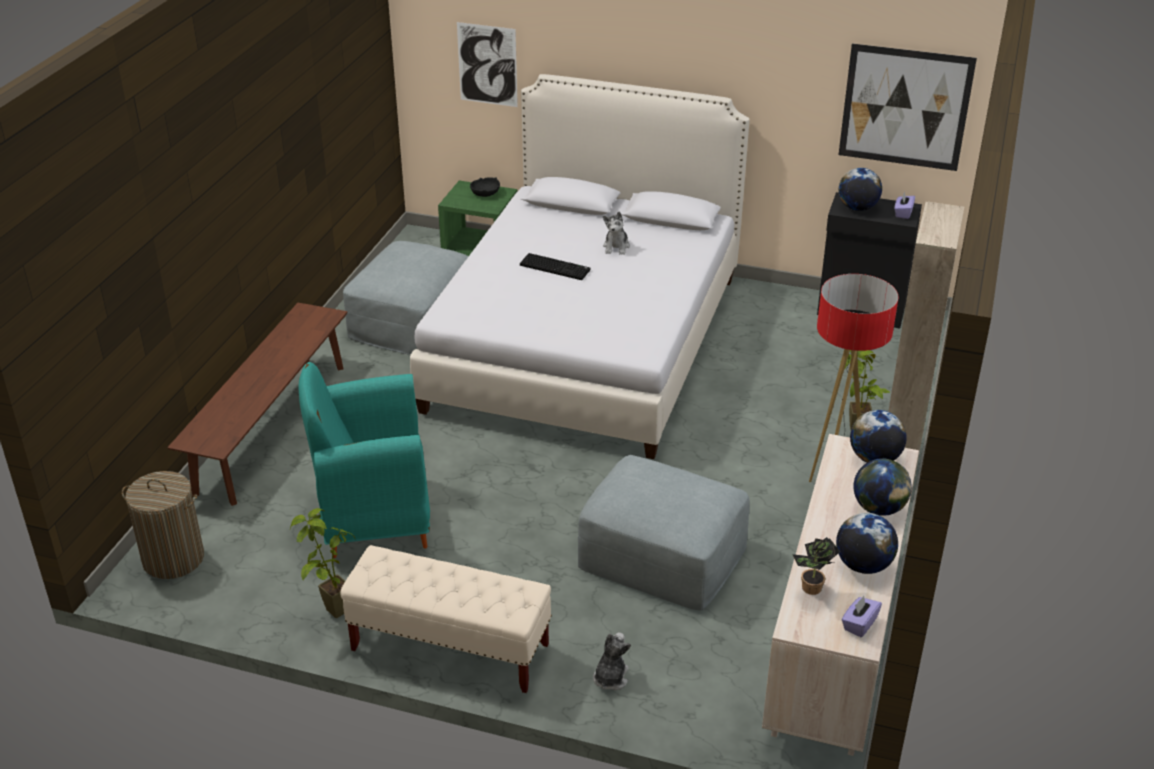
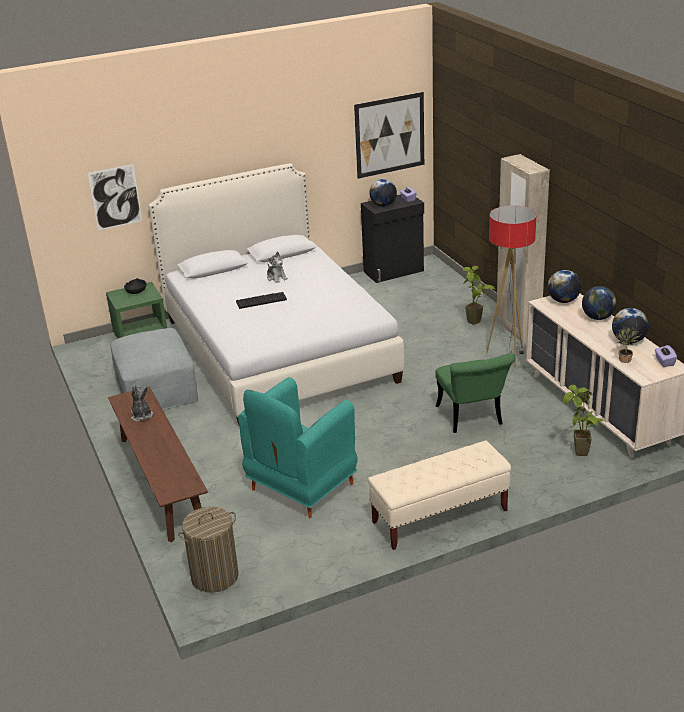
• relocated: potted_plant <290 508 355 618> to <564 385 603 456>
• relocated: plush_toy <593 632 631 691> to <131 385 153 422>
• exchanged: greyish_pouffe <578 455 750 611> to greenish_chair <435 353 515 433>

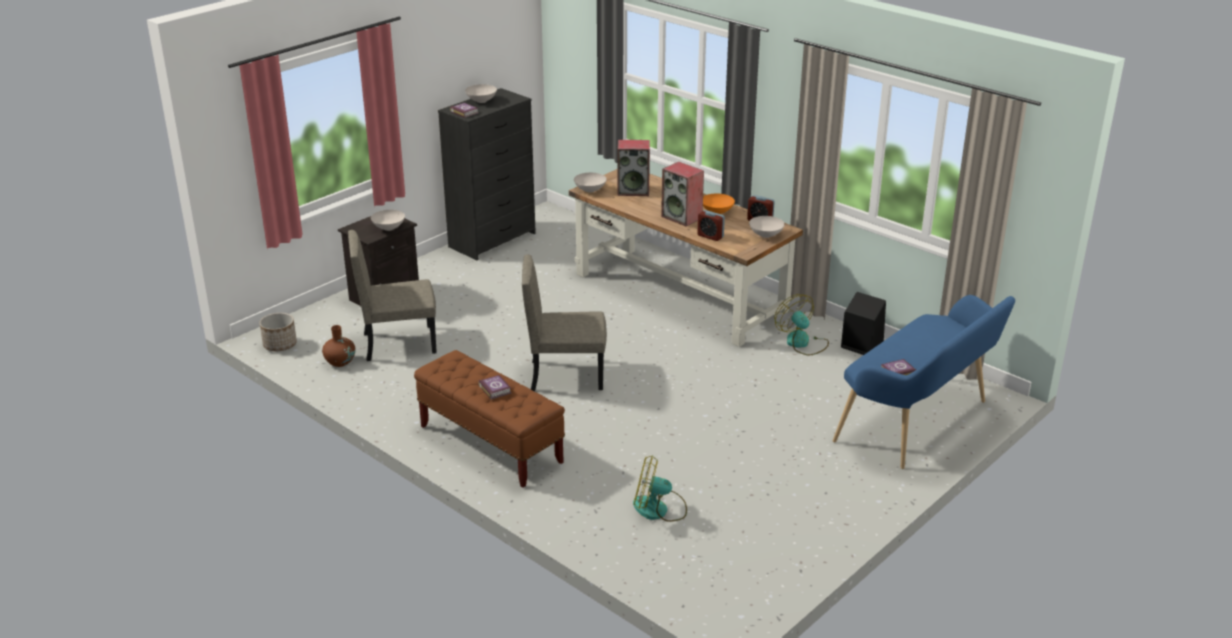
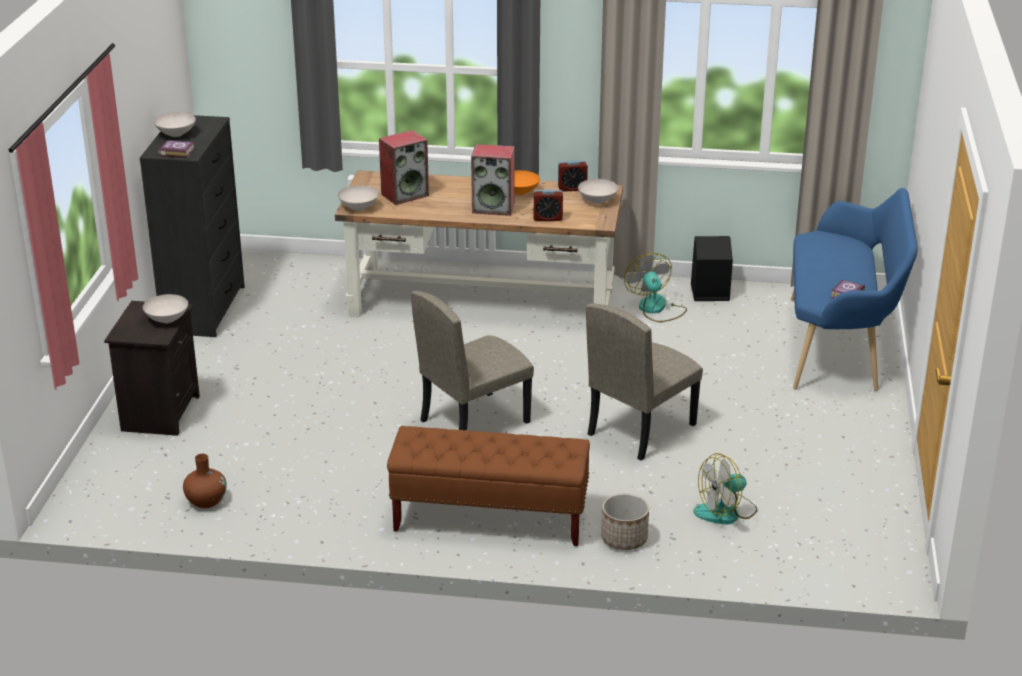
• missing: volume <479 375 511 399>
• relocated: plant_pot <259 313 297 351> to <601 494 649 550>
• relocated: sand-coloured_chair <348 230 437 361> to <586 303 703 461>
• spun: electric_fan <774 294 829 355> = <624 253 687 322> 45 degrees clockwise

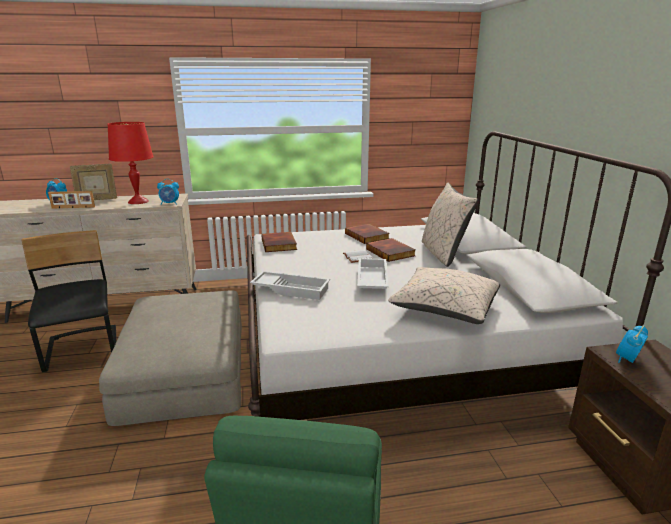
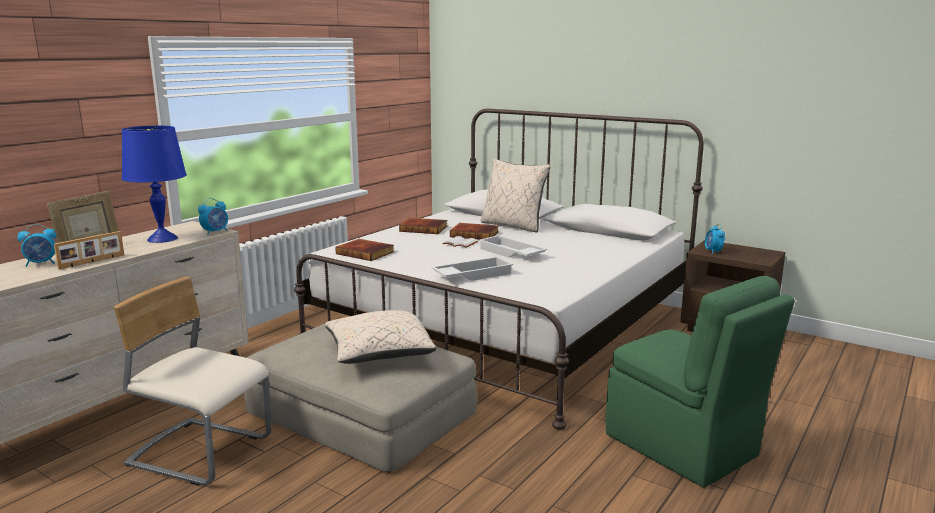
• relocated: sand-coloured_throw_pillow <388 267 500 324> to <325 310 436 364>
• colour: black-coloured_chair <22 230 117 372> to sand-coloured_chair <114 277 271 486>
• colour: red-coloured_tabletop_lamp <107 122 154 204> to blue-coloured_tabletop_lamp <122 126 187 243>

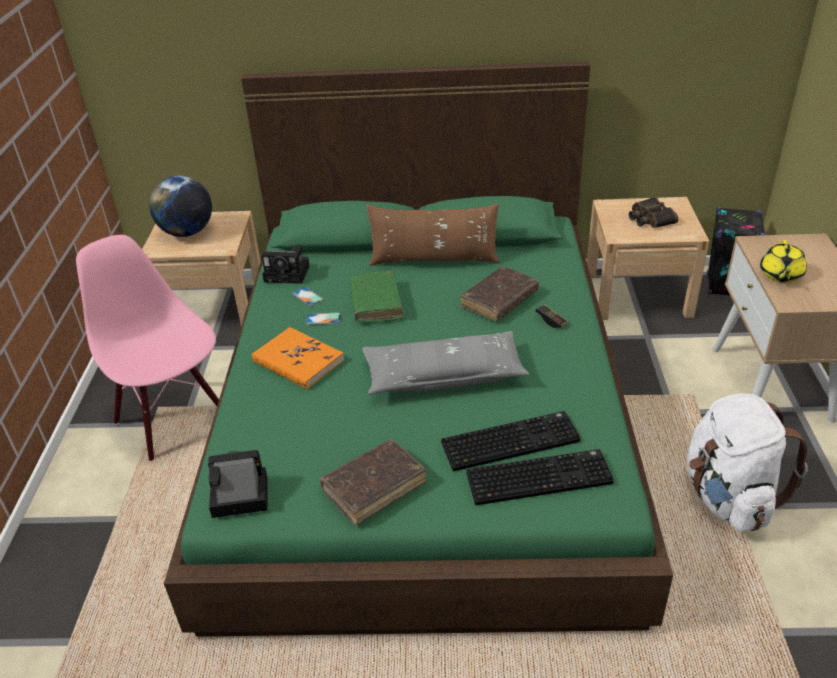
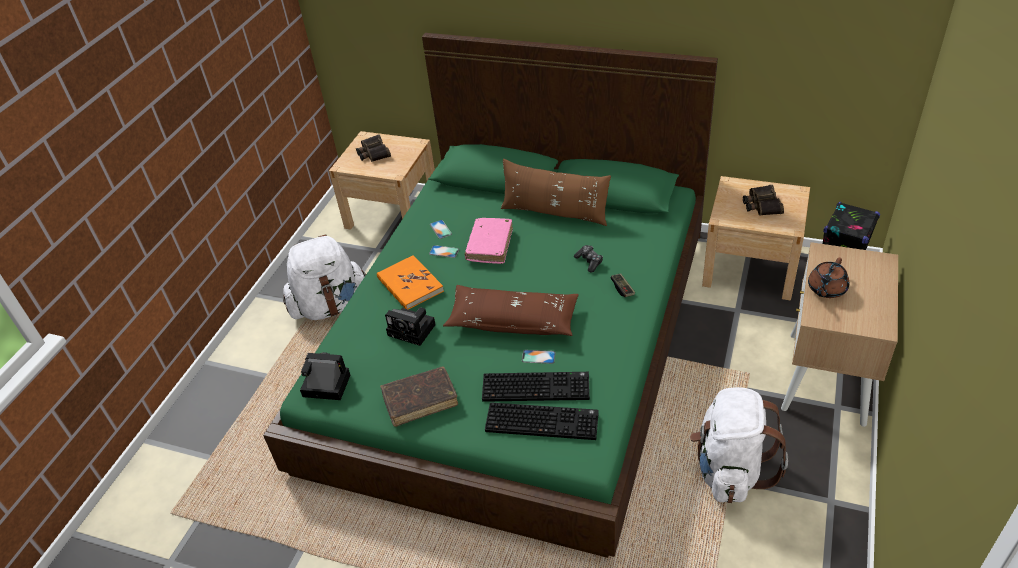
• appeared: telephone <522 350 556 364>
• relocated: still_camera <262 245 310 284> to <385 307 436 346>
• exchanged: pink-coloured_chair <76 235 219 461> to white_backpack <283 234 366 320>
• exchanged: world_globe <149 176 212 237> to binoculars <356 135 391 162>
• exchanged: brown-coloured_volume <461 266 539 321> to joypad <574 245 603 272>
• colour: greenish_volume <349 270 403 322> to pink-coloured_volume <465 218 513 264>
• colour: greyish_throw_pillow <362 331 530 395> to brown-coloured_throw_pillow <443 285 579 336>
• colour: yellow_pot_for_tea <760 240 807 283> to brown-coloured_pot_for_tea <808 258 849 298>

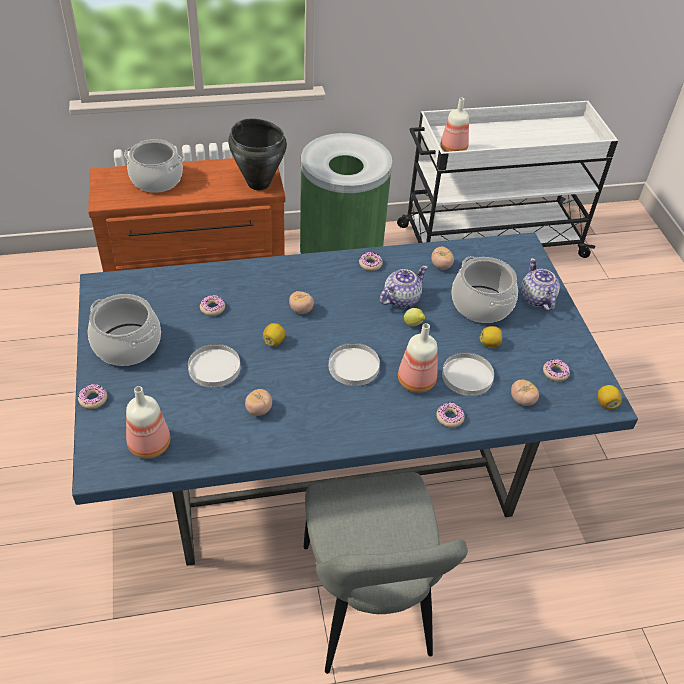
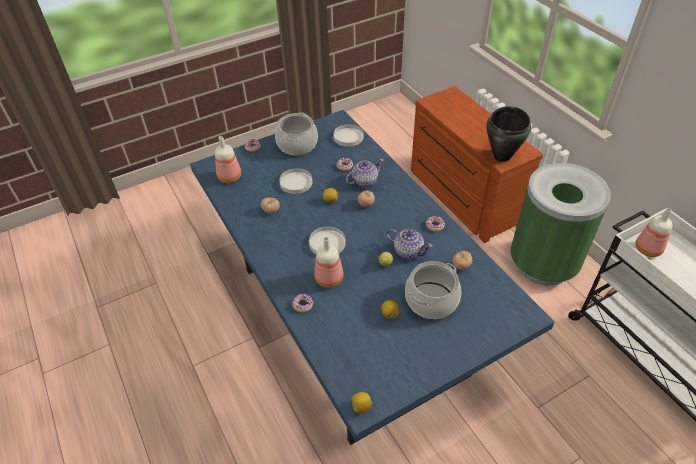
• missing: stockpot <124 139 183 193>
• missing: greyish_chair <304 472 468 674>
• missing: tomato <511 380 539 406>
• missing: doughnut <543 359 570 381>
• relocated: white_flat_dish <442 352 494 396> to <333 124 364 147>
• relocated: pot_for_tea <521 258 560 311> to <346 159 384 188>

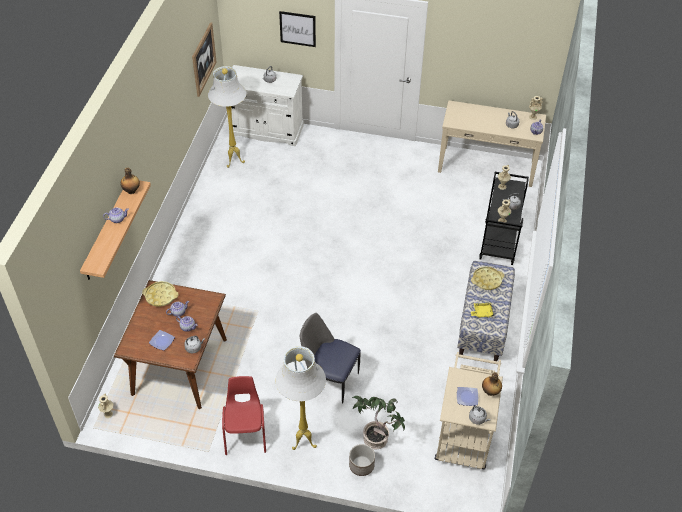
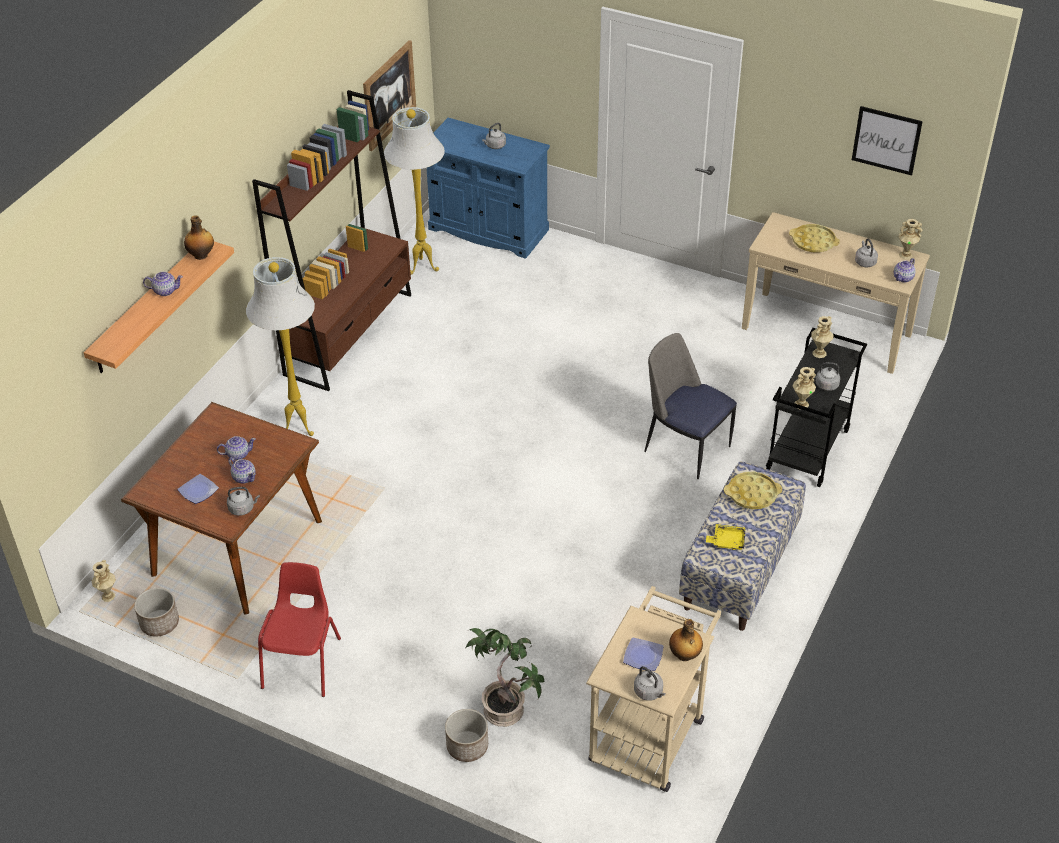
• appeared: plant_pot <134 588 179 637>
• appeared: brown-coloured_bookcase <252 90 411 391>
• relocated: yellow_serving_tray <142 281 179 307> to <789 224 840 252>
• relocated: white_standing_lamp <276 346 326 450> to <246 257 315 436>
• relocated: wall_art <279 11 316 47> to <852 106 923 176>
• relocated: chair <300 313 361 404> to <644 333 737 479>
• colour: white_cabinet <231 65 304 146> to blue-coloured_cabinet <427 118 550 259>

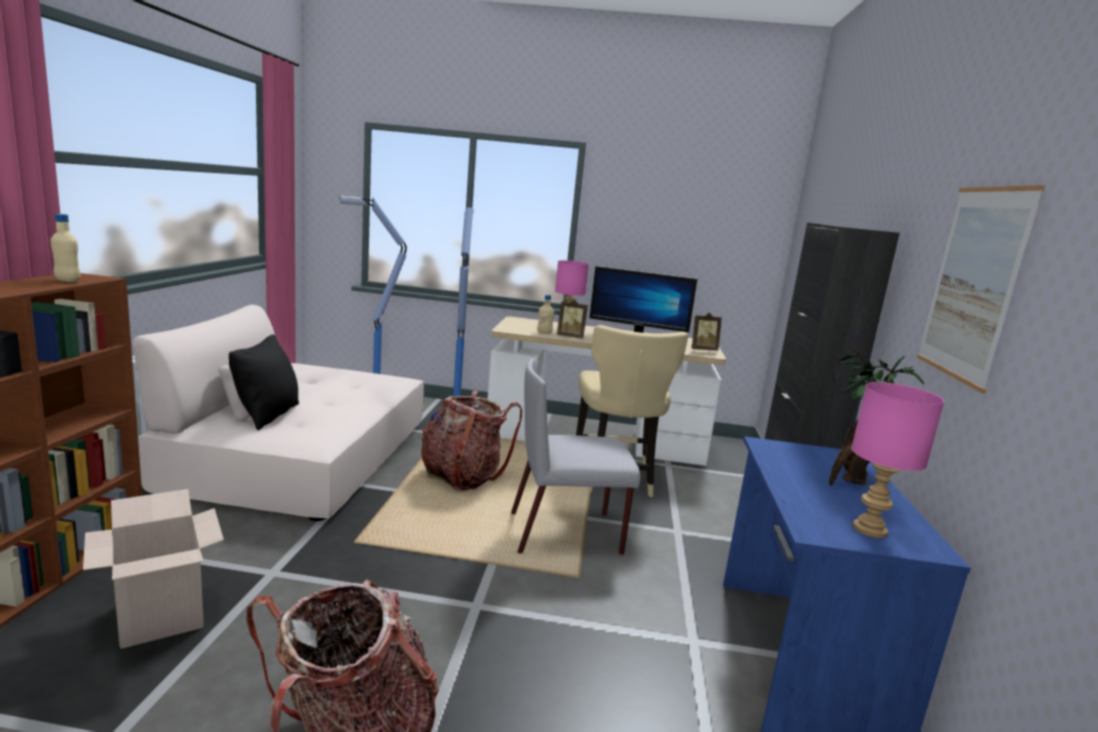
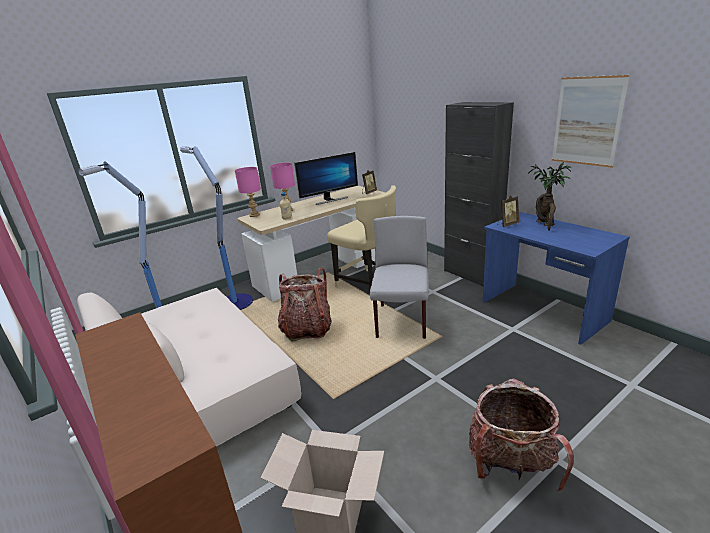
• missing: sand-coloured_bottle <51 214 81 282>
• missing: black-coloured_throw_pillow <229 334 299 430>
• relocated: standing_frame <557 299 588 339> to <497 196 519 227>
• relocated: pink-coloured_tabletop_lamp <851 382 944 538> to <235 167 261 217>
• spun: greyish_chair <511 358 640 555> = <370 216 429 339> 150 degrees clockwise

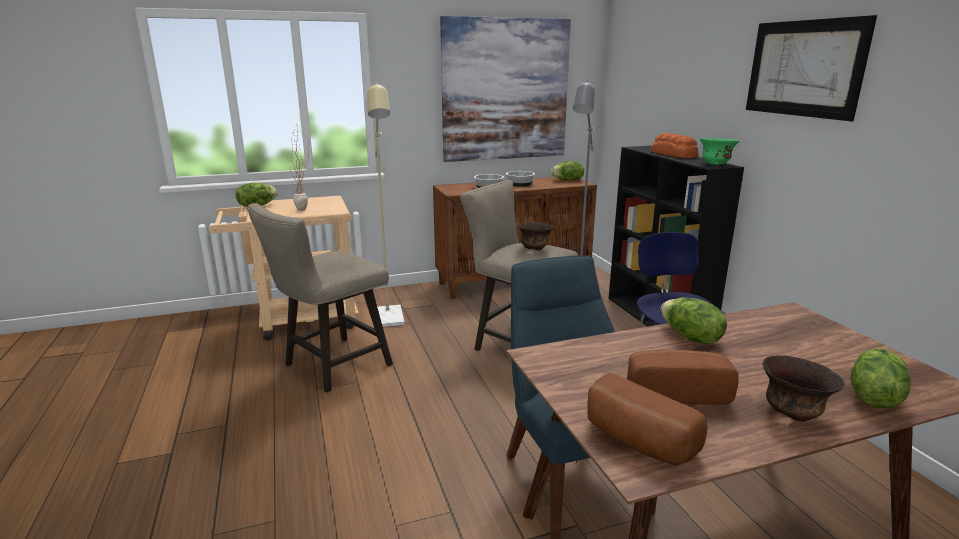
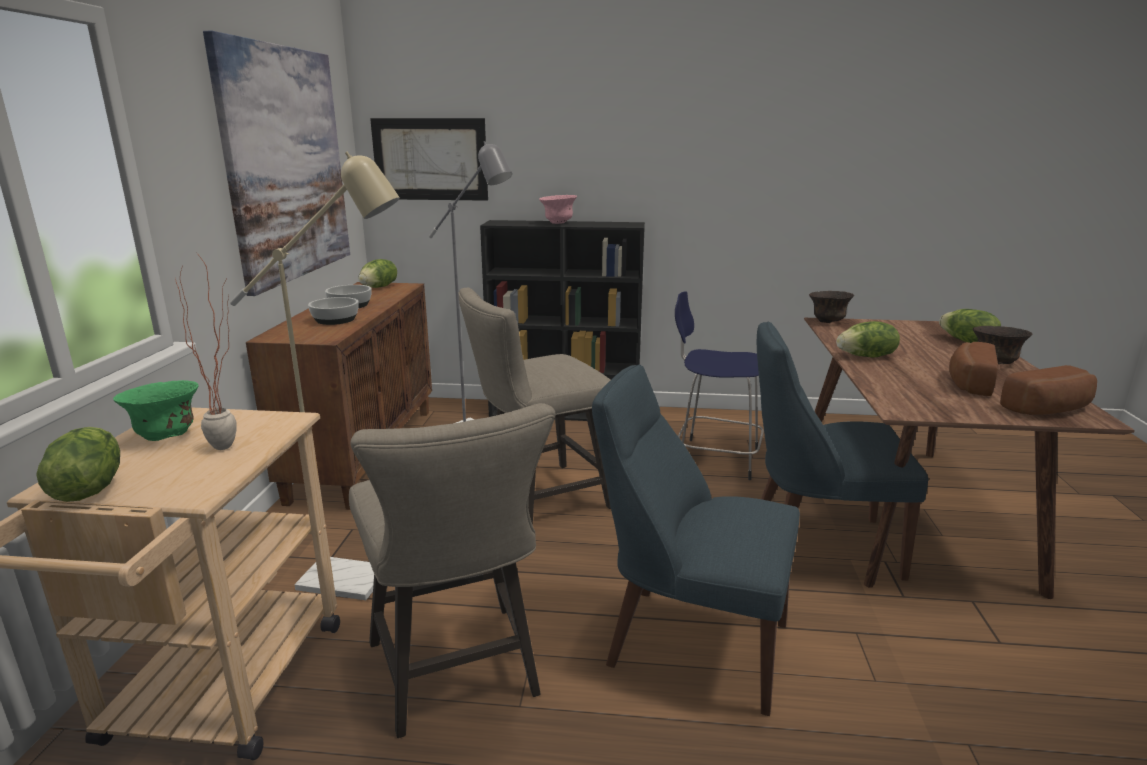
• appeared: blue-coloured_chair <592 365 800 716>
• relocated: brown-coloured_deep_dish <518 222 554 250> to <809 291 854 323>
• relocated: greenish_deep_dish <700 138 739 165> to <113 380 198 441>
• relocated: wall_art <746 15 877 121> to <370 118 488 201>
• exchanged: bakery_bread <651 133 698 158> to pink-coloured_deep_dish <539 195 577 224>

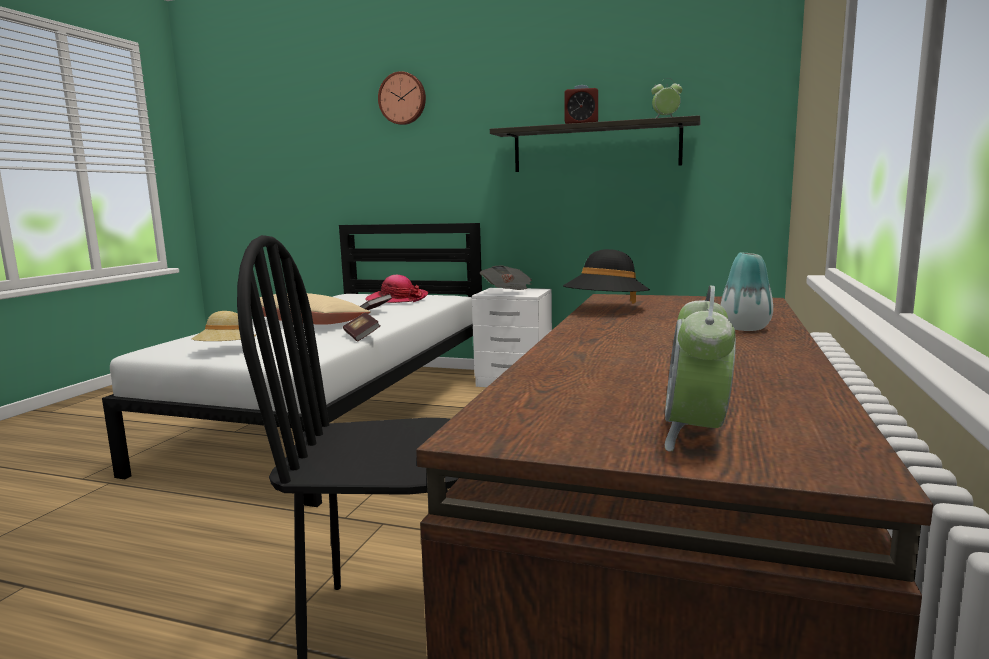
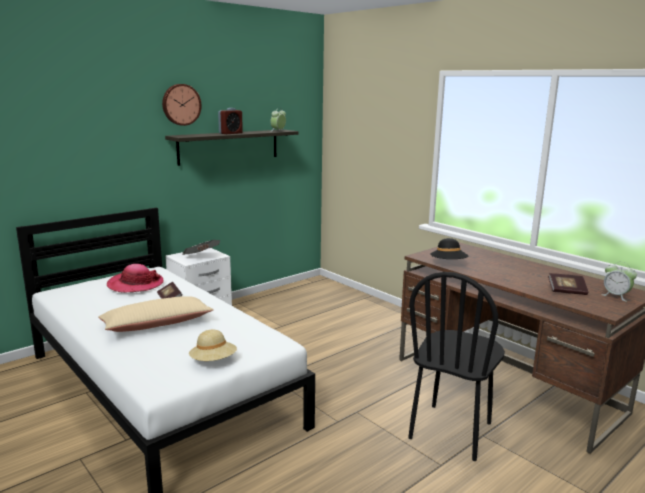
• missing: decorative_vase <721 252 773 331>
• relocated: volume <343 312 380 341> to <548 273 588 295>
• relocated: hanging_clock <378 71 426 125> to <162 84 202 126>

